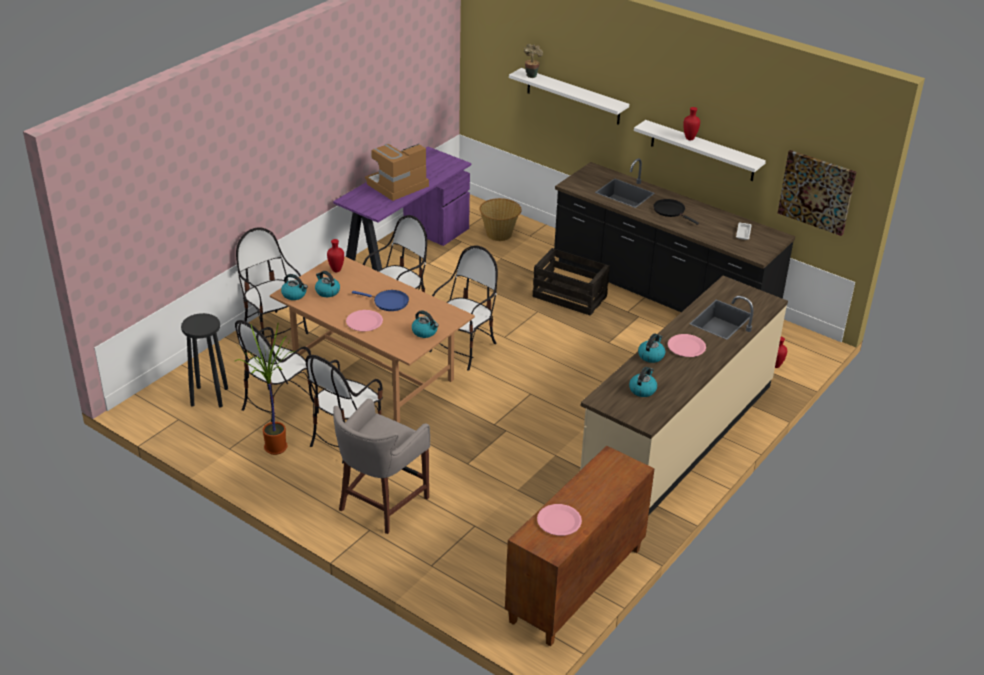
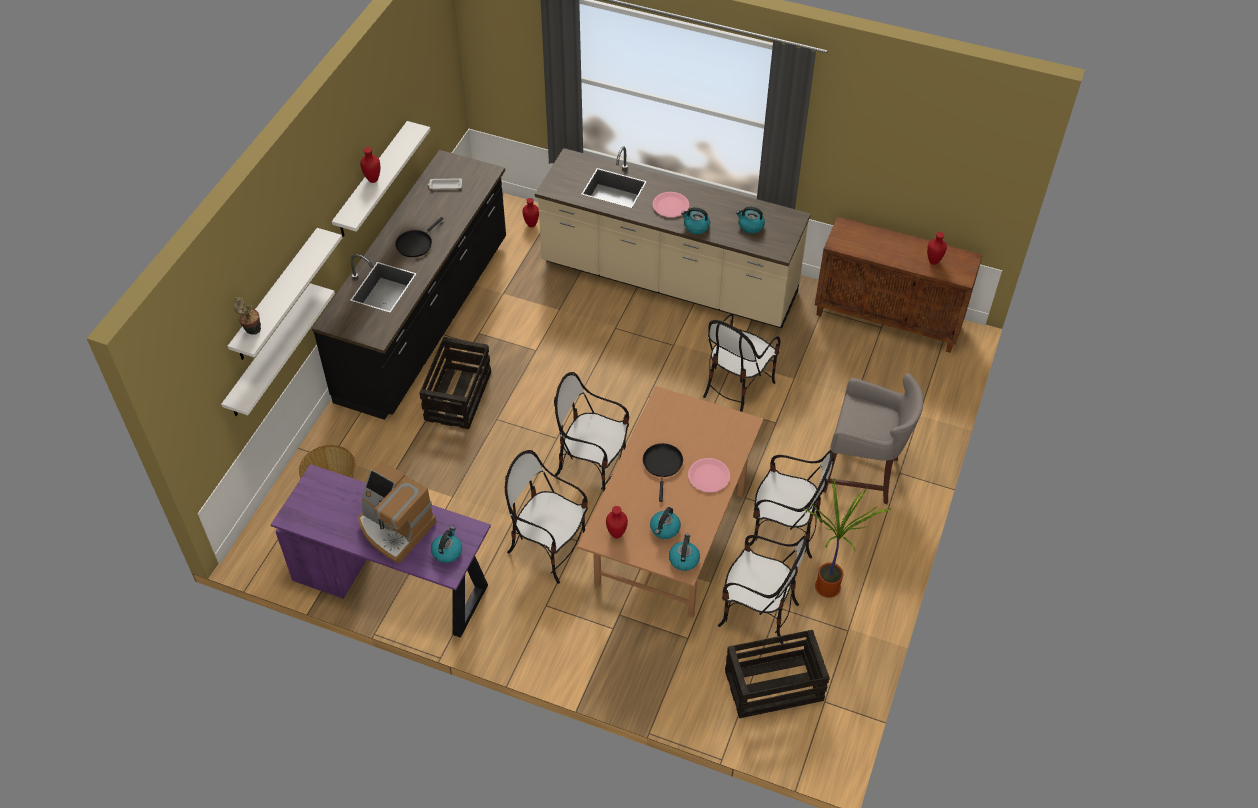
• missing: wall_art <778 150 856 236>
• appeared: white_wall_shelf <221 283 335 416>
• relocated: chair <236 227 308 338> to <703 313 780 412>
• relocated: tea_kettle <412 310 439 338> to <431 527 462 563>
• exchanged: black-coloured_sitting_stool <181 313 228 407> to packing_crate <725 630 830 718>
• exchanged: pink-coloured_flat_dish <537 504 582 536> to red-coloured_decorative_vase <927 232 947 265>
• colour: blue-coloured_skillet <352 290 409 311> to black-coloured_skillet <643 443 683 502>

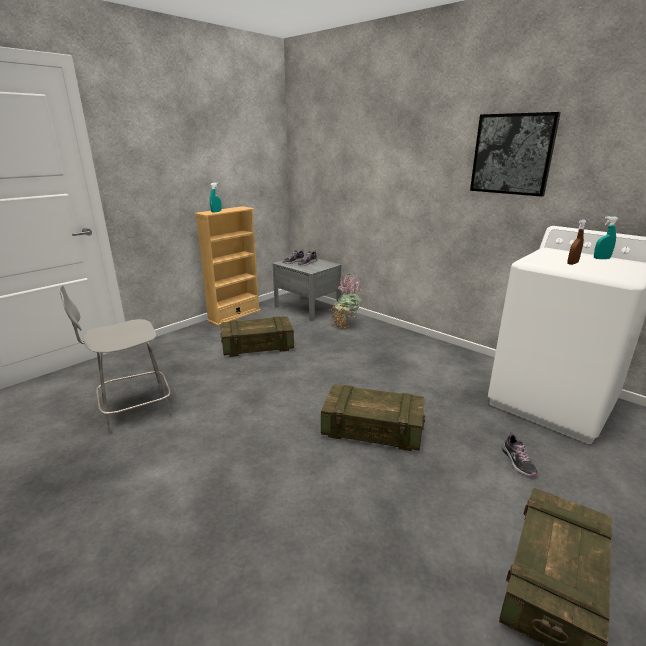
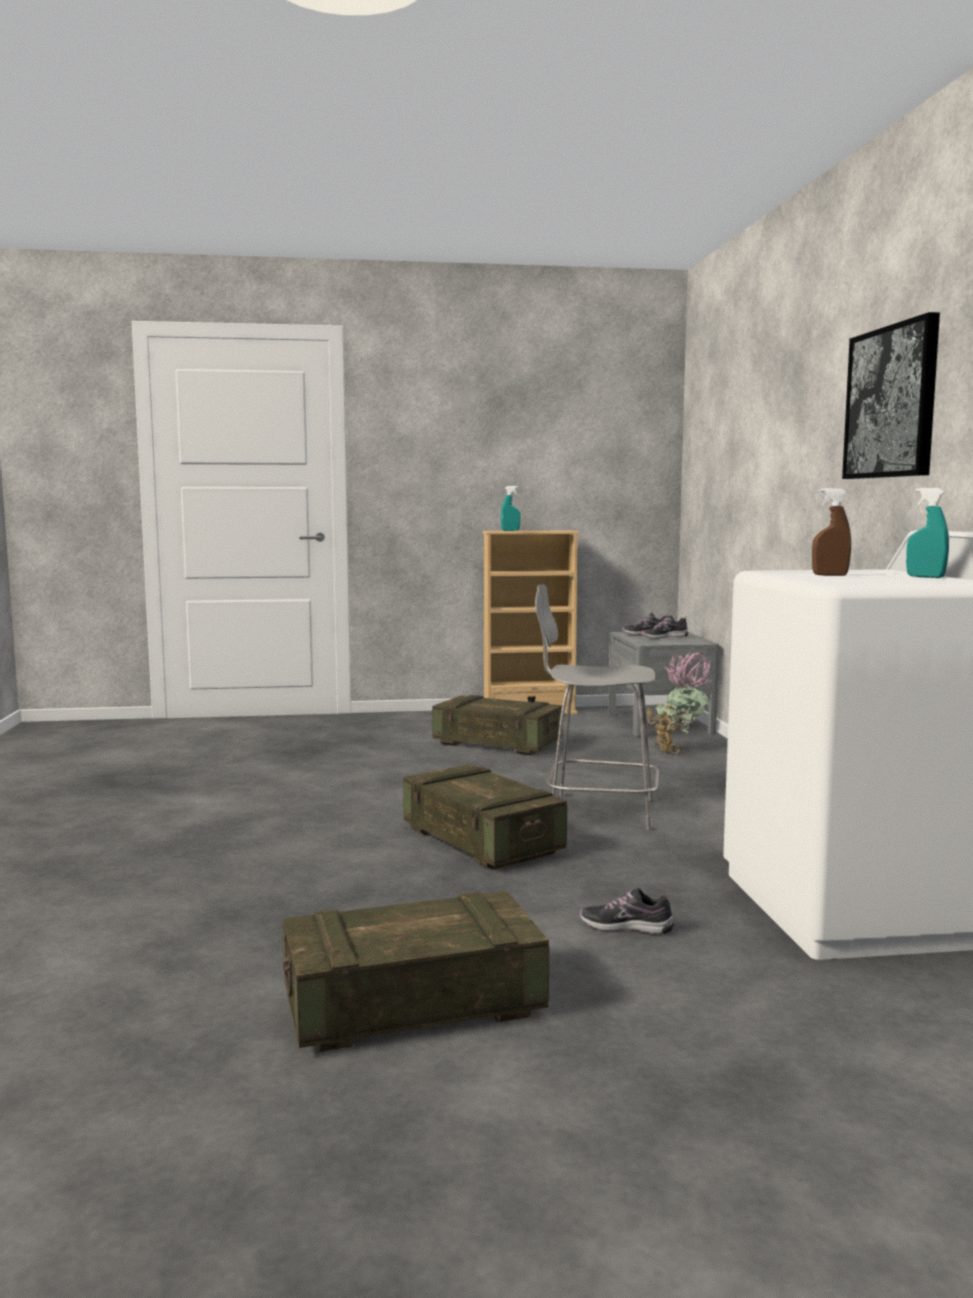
• relocated: greyish_chair <59 285 172 434> to <535 585 659 830>
• spun: shoe <502 432 537 476> = <580 888 674 934> 75 degrees clockwise

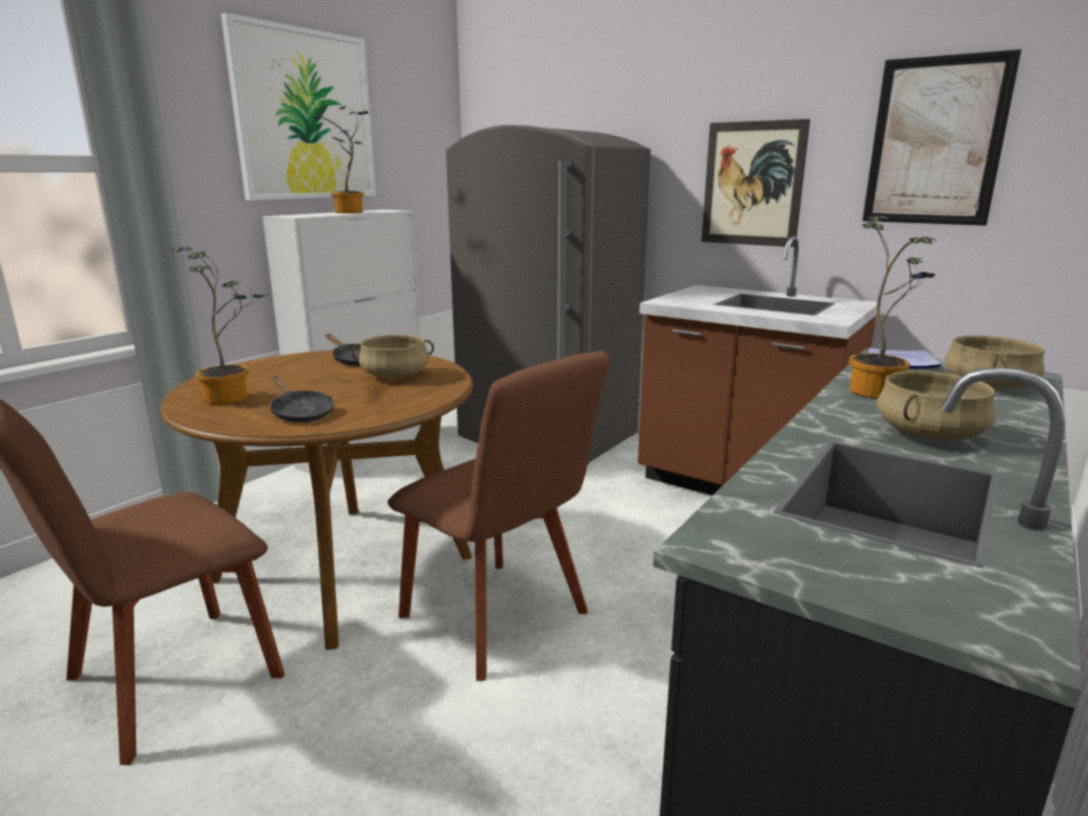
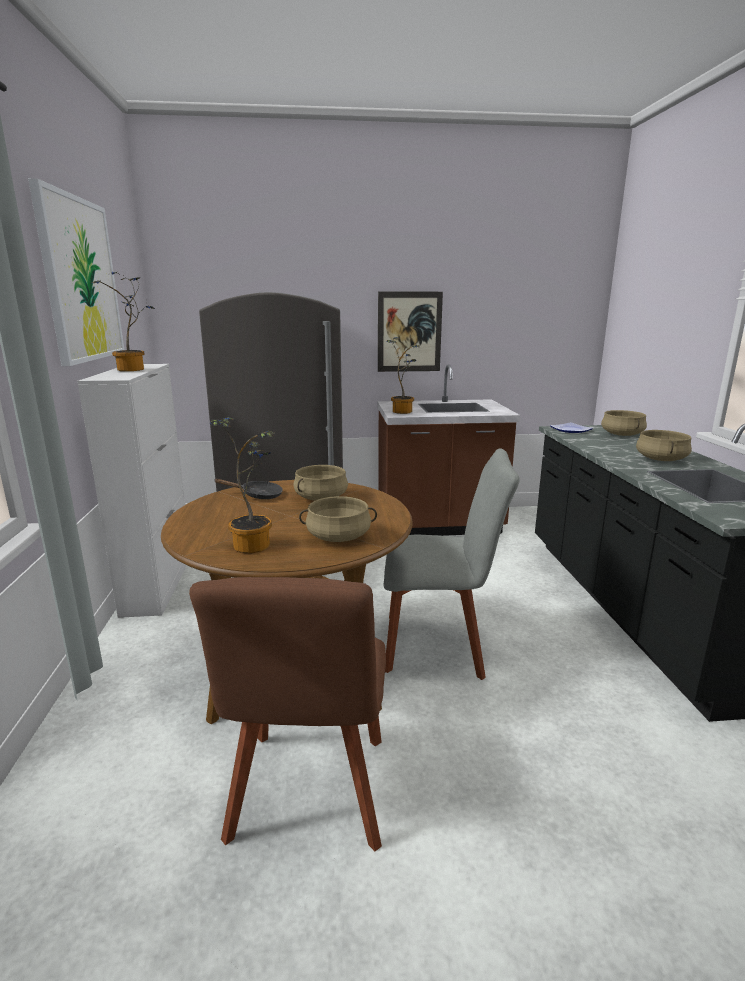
• missing: wall_art <863 49 1021 226>
• relocated: potted_plant <849 215 937 399> to <386 337 419 414>
• exchanged: black-coloured_skillet <270 376 334 422> to sand-coloured_stockpot <299 496 377 542>
• colour: brown-coloured_chair <388 351 609 681> to greyish_chair <383 448 520 680>

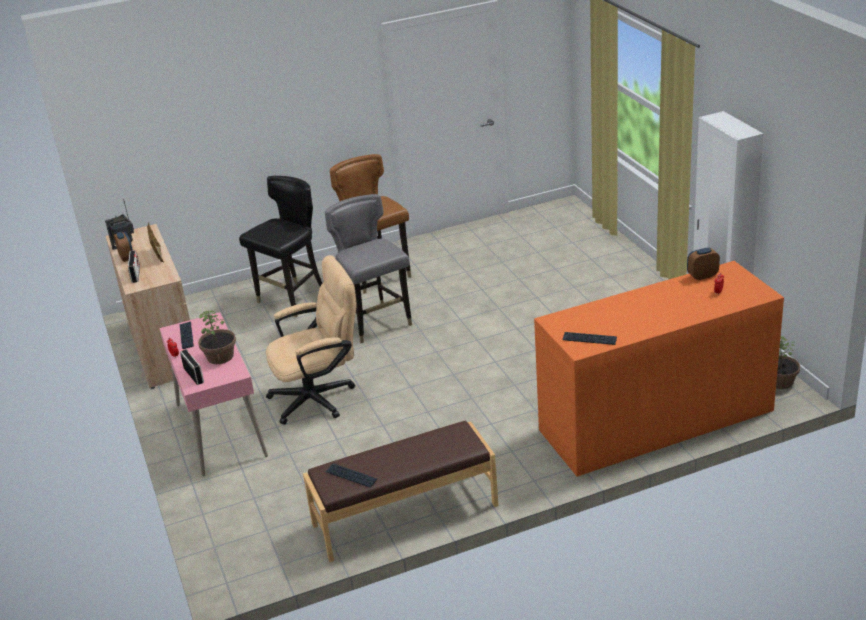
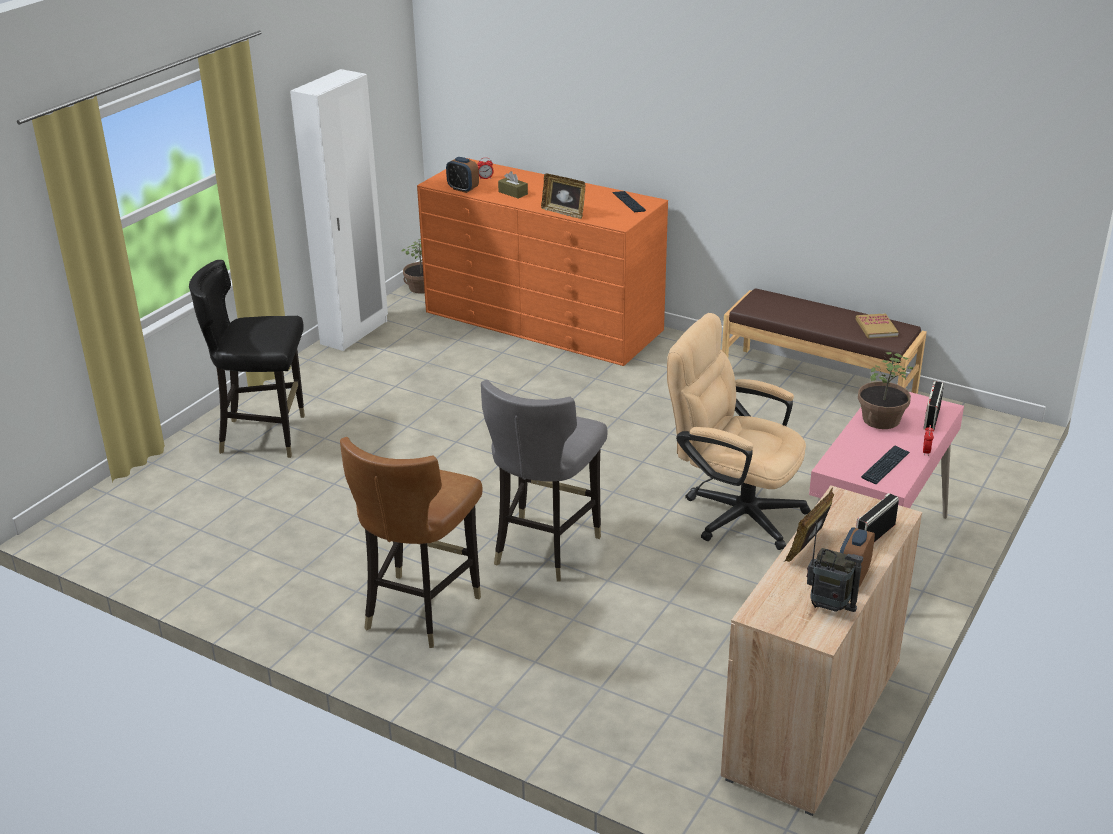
• appeared: brown-coloured_tissue_holder <498 171 528 198>
• appeared: standing_frame <541 173 585 219>
• relocated: black-coloured_chair <239 176 322 317> to <189 260 305 458>
• exchanged: computer_keyboard <325 463 377 488> to volume <856 313 898 339>

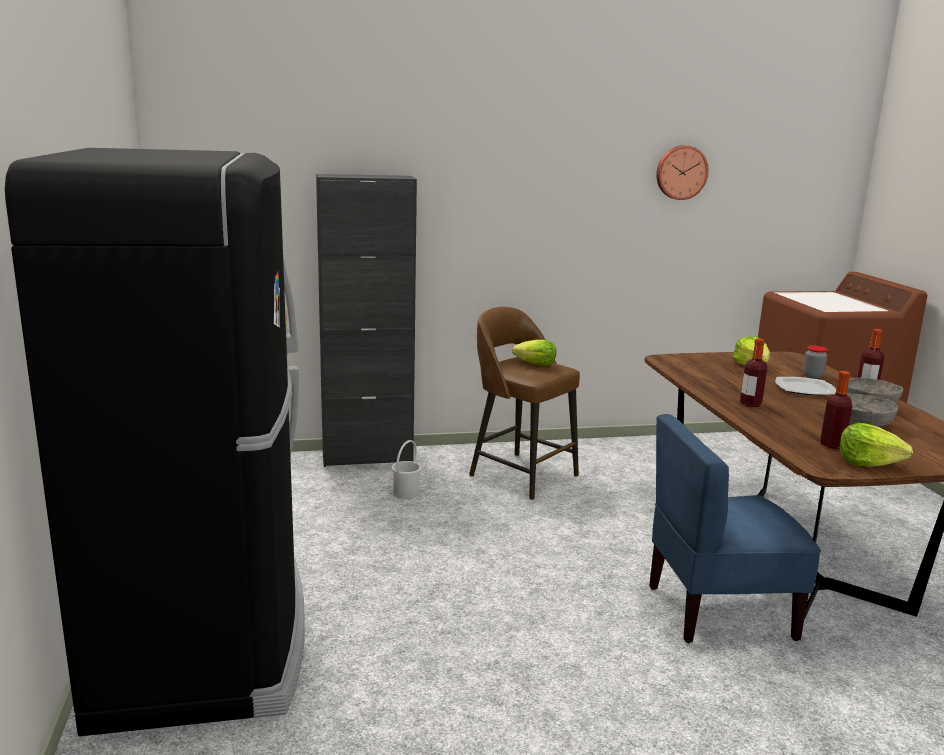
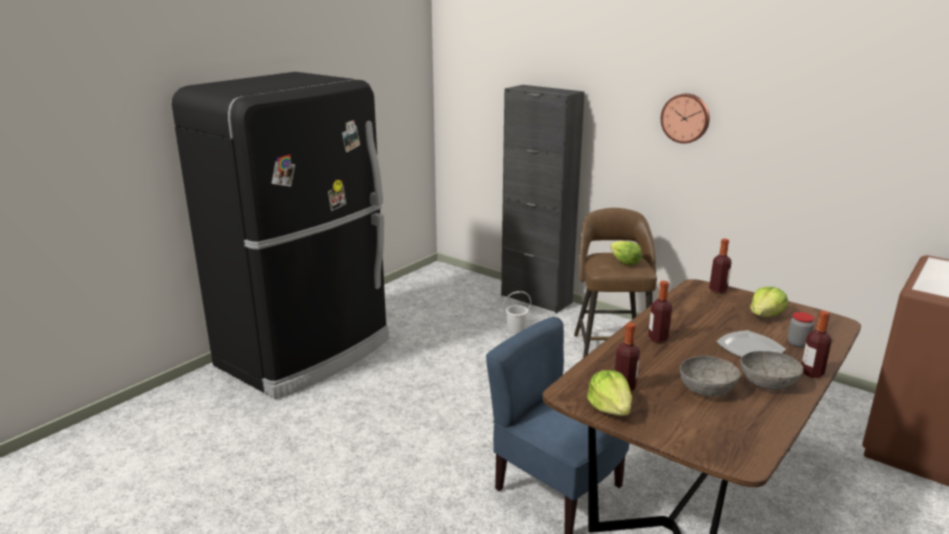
• appeared: bottle <709 239 732 293>
• relocated: hanging_clock <656 145 709 200> to <661 93 710 144>

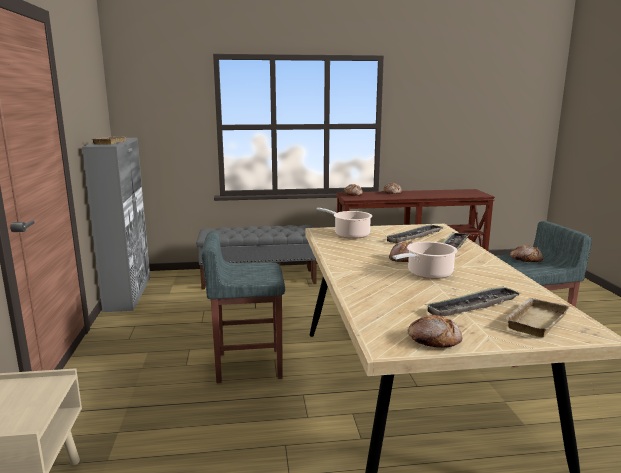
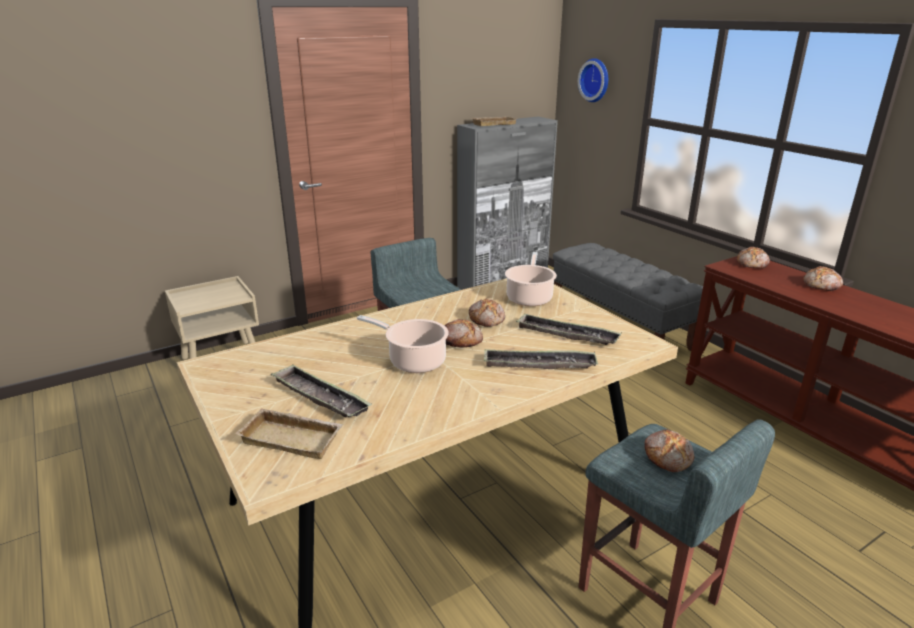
• appeared: hanging_clock <578 58 608 102>
• relocated: bakery_bread <408 314 462 348> to <469 299 505 327>

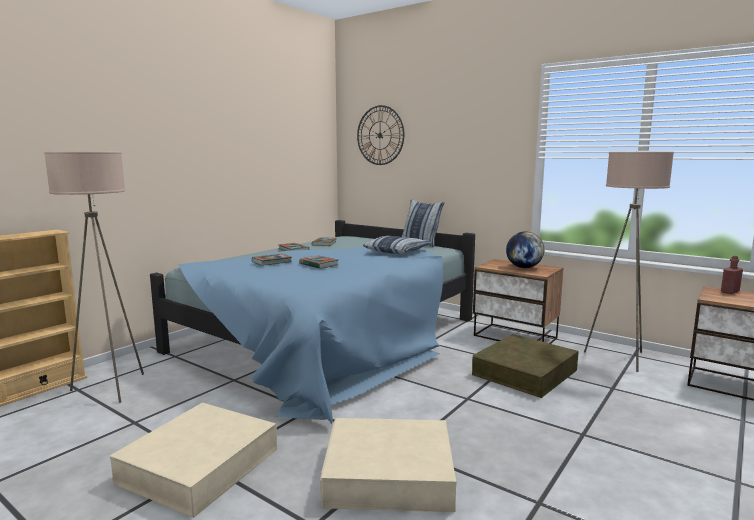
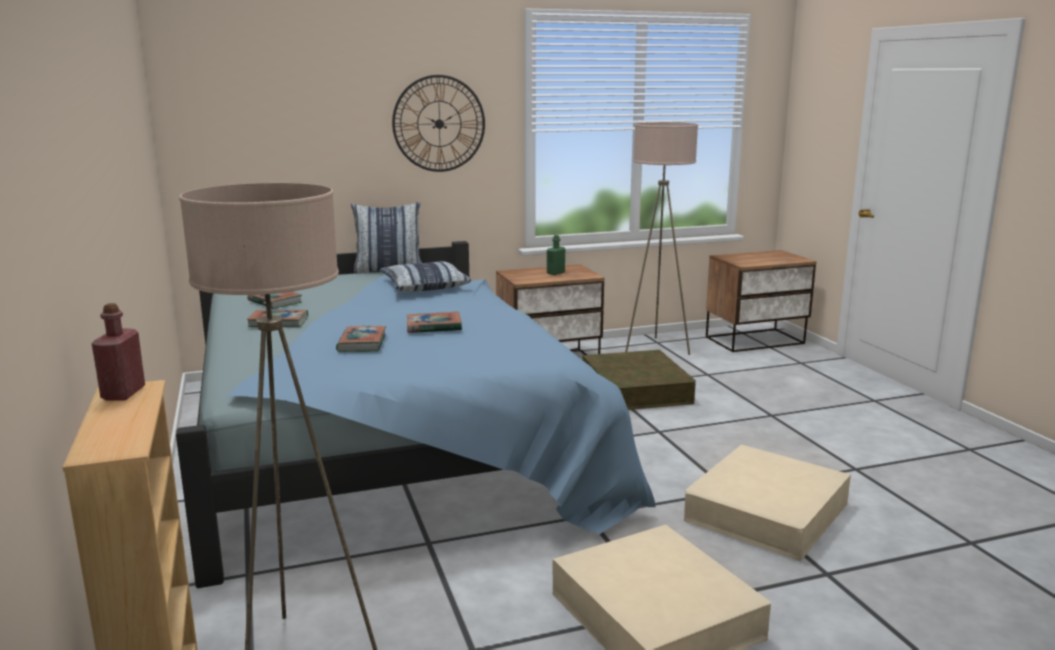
• relocated: hanging_clock <357 105 404 165> to <392 75 485 172>
• relocated: red-coloured_bottle <721 256 743 294> to <92 303 145 401>
• exchanged: world_globe <506 231 544 268> to greenish_bottle <547 235 565 275>

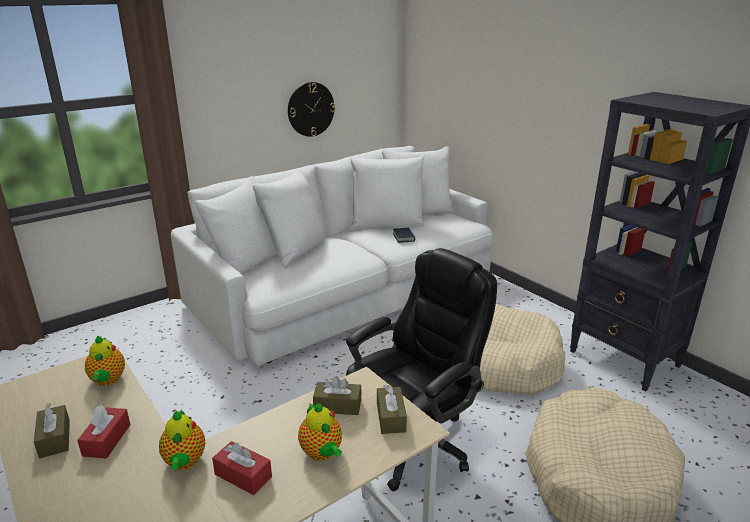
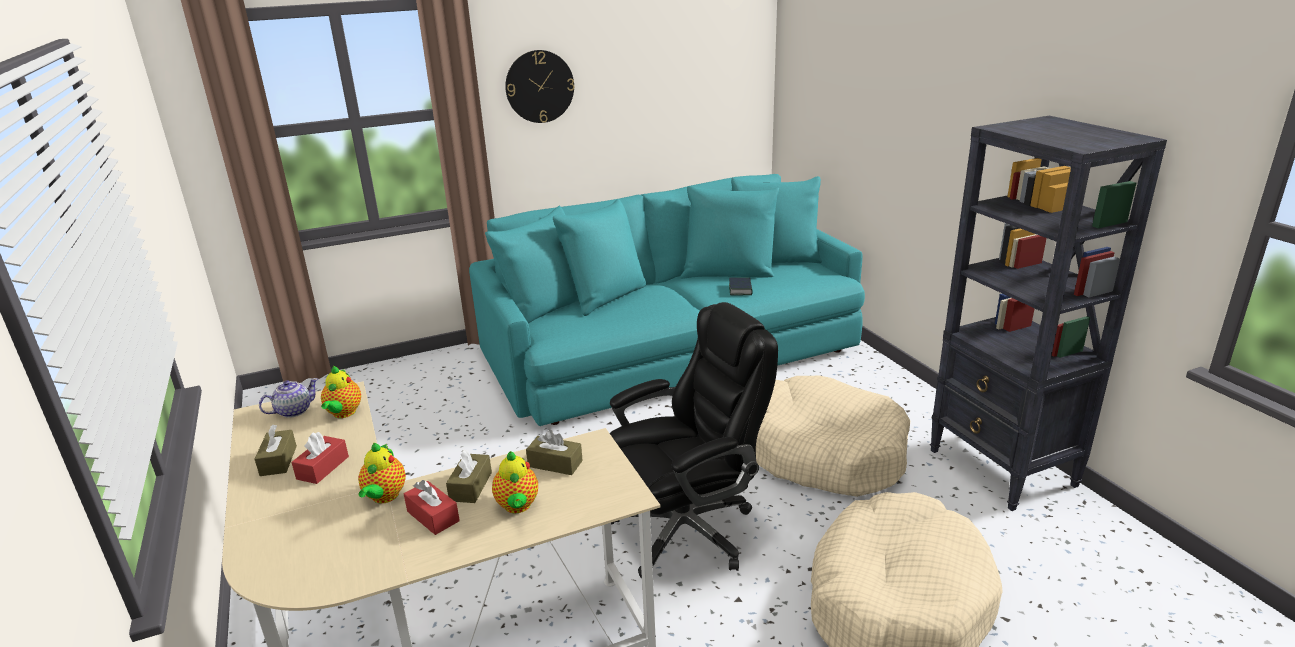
• appeared: pot_for_tea <259 378 318 418>
• relocated: hanging_clock <288 82 335 137> to <505 50 574 123>
• relocated: brown-coloured_tissue_holder <377 385 407 434> to <446 449 492 503>
• colour: white_sofa <171 146 493 366> to turquoise_sofa <469 174 865 426>

